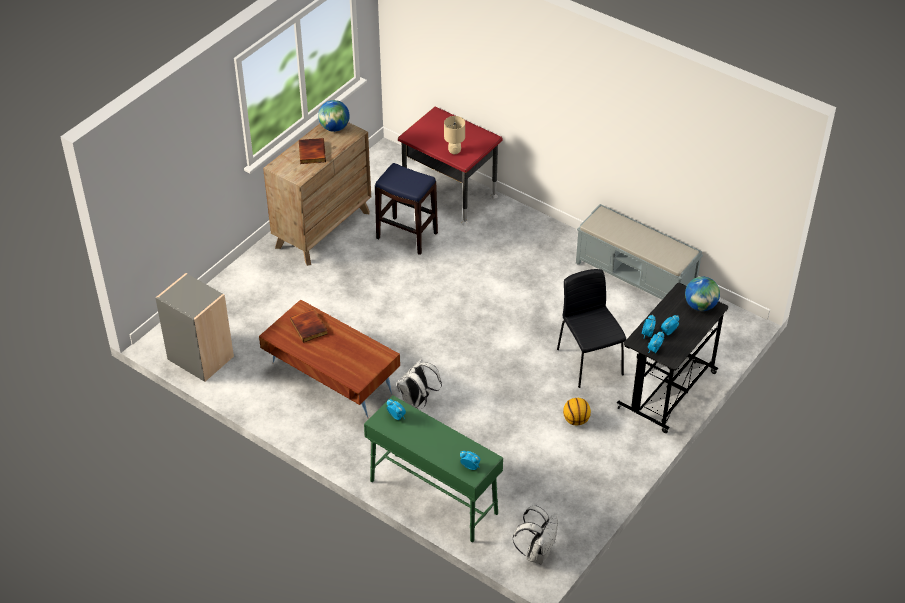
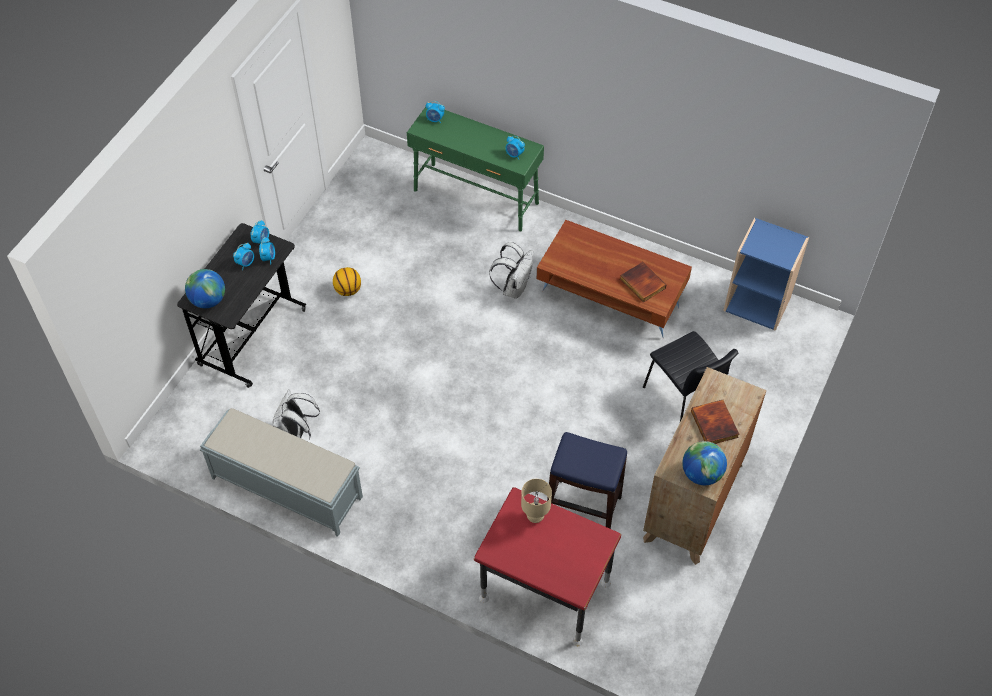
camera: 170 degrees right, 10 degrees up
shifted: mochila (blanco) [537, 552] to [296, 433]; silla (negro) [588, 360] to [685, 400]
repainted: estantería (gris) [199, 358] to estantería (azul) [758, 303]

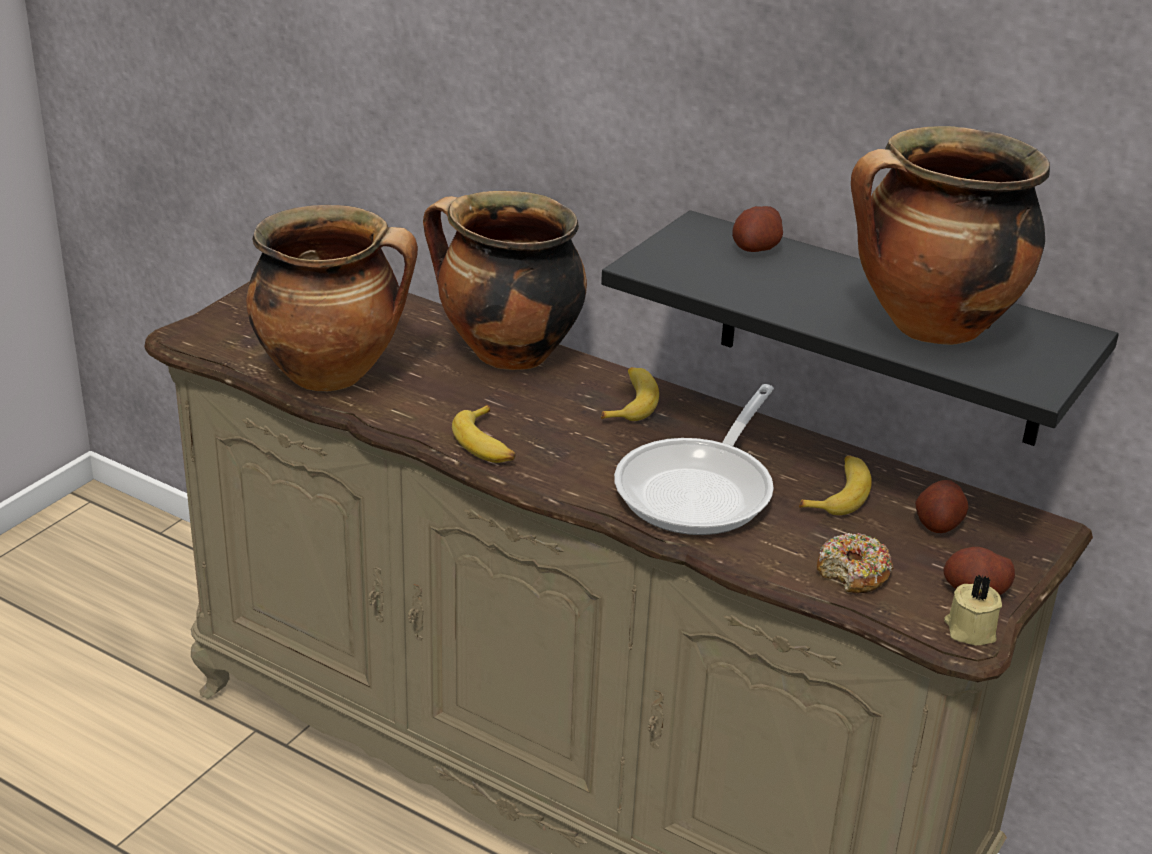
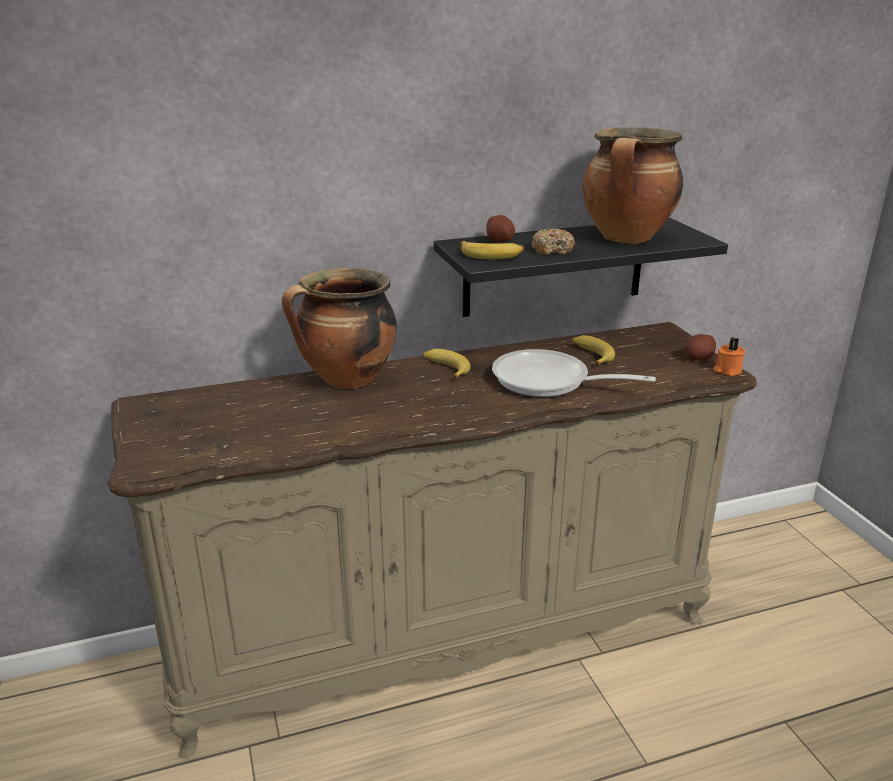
camera: 50 degrees left, 5 degrees down
gone: olla [333, 374]; patata [938, 523]
shifted: plátano [487, 444] to [491, 255]; rosquilla [853, 574] to [552, 249]
repainted: vela (beis) [969, 630] to vela (naranja) [727, 370]
rotated: sartén [701, 489] = [549, 382] 135 degrees clockwise

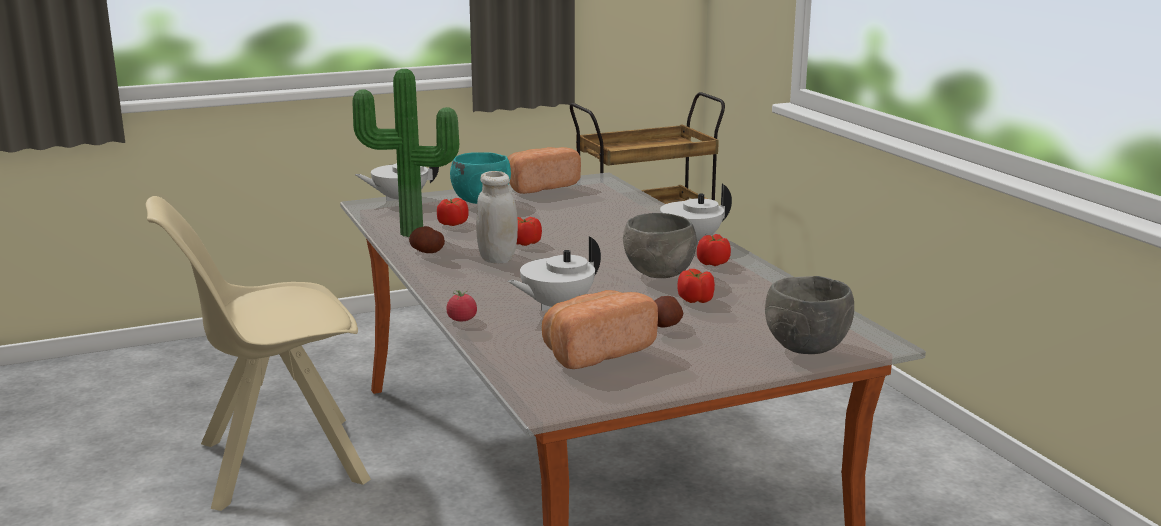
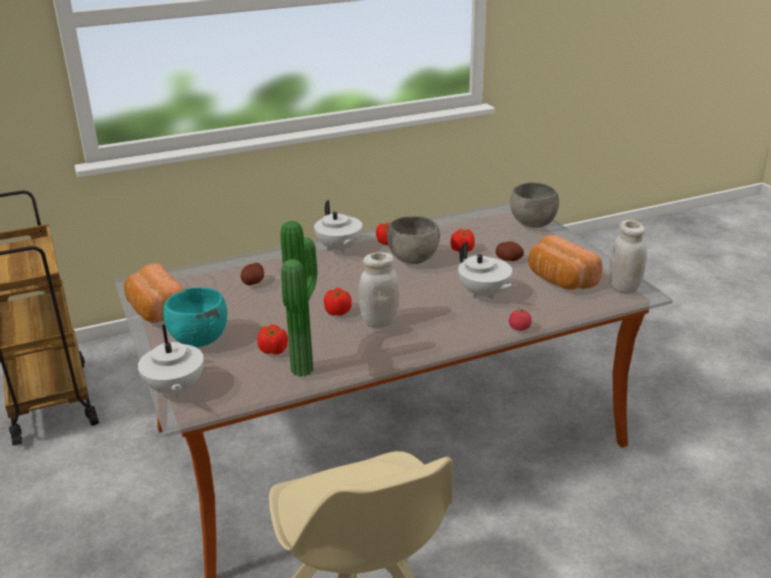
camera: 90 degrees left, 10 degrees up
new: tarro (blanco) [624, 287]
shifted: patata [427, 251] to [253, 282]

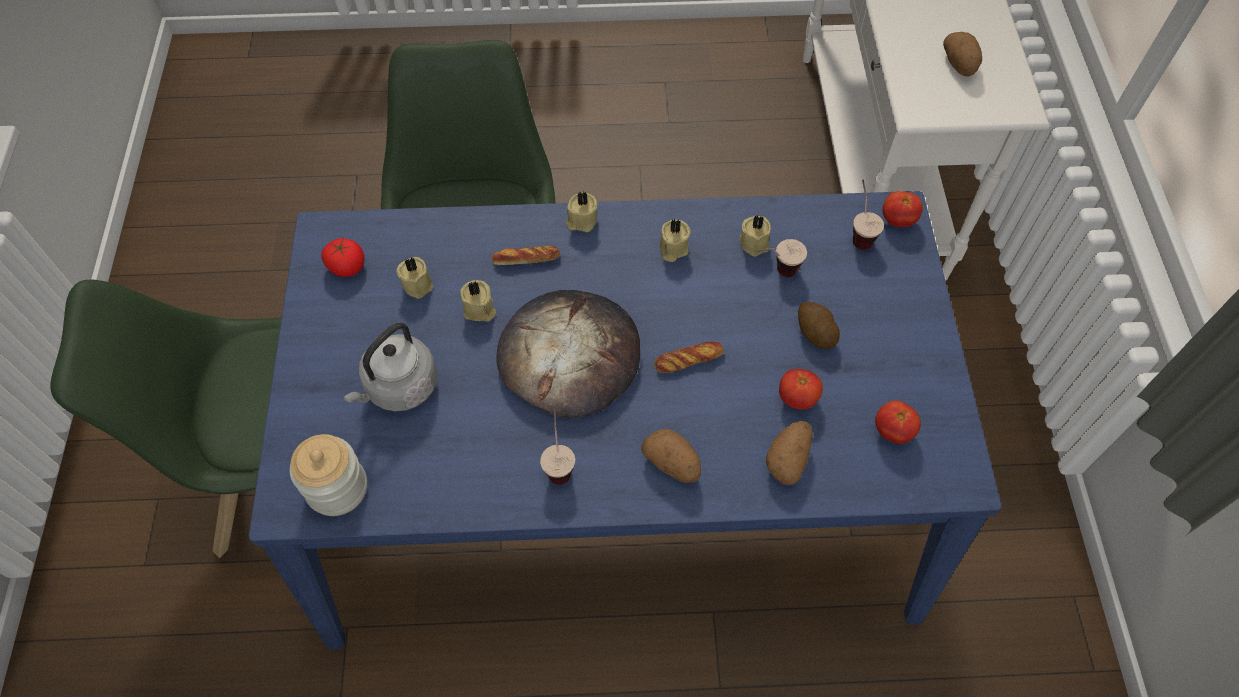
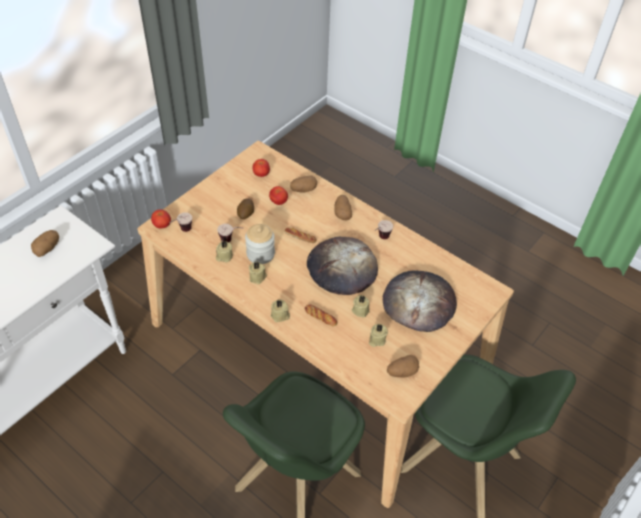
camera: 140 degrees left, 10 degrees down
shifted: tarro [337, 488] to [260, 254]
swapped: hervidor (gris) [399, 388] to pan [419, 303]; tomate [347, 266] to patata [402, 372]
repainted: mesa de comedor (azul) [619, 481] to mesa de comedor (beis) [316, 351]

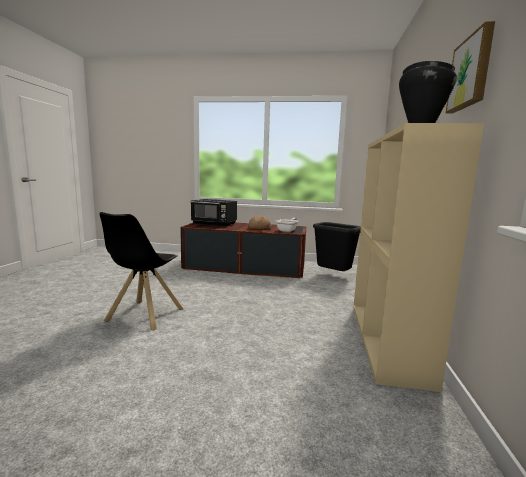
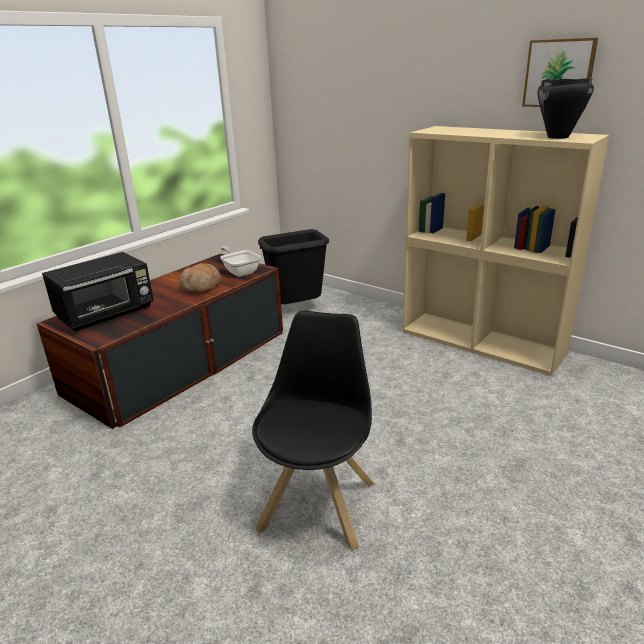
camera: 60 degrees left, 15 degrees up
rotated: silla (negro) [143, 315] = [319, 502] 120 degrees counterclockwise

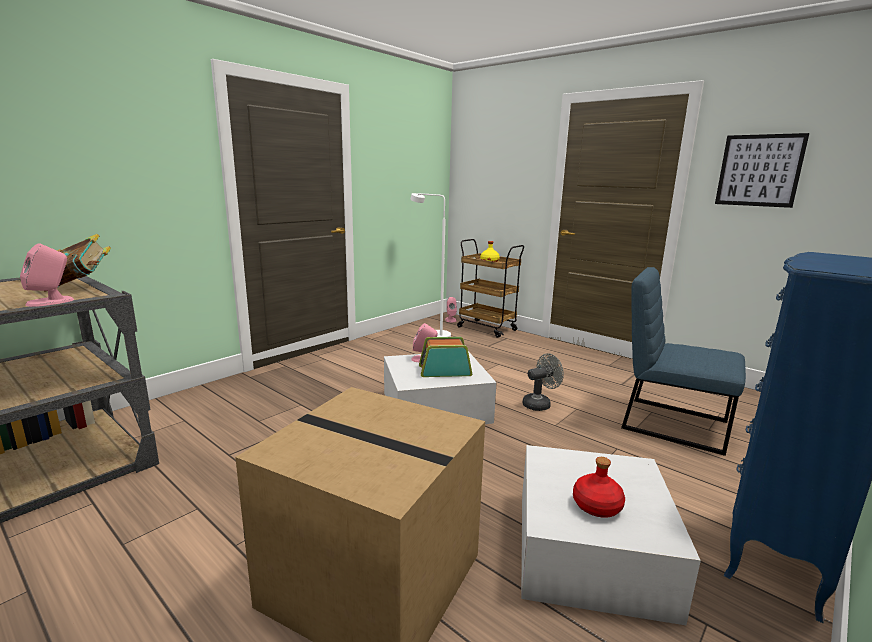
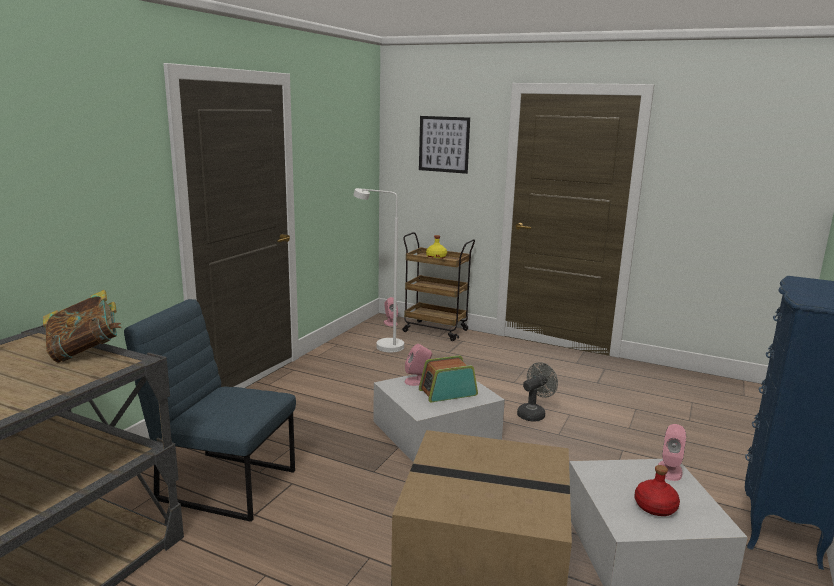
camera: 15 degrees left, 0 degrees up
shifted: silla (azul) [671, 423] to [224, 483]; cuadro [759, 170] to [444, 144]; altavoz (rosa) [51, 301] to [669, 470]

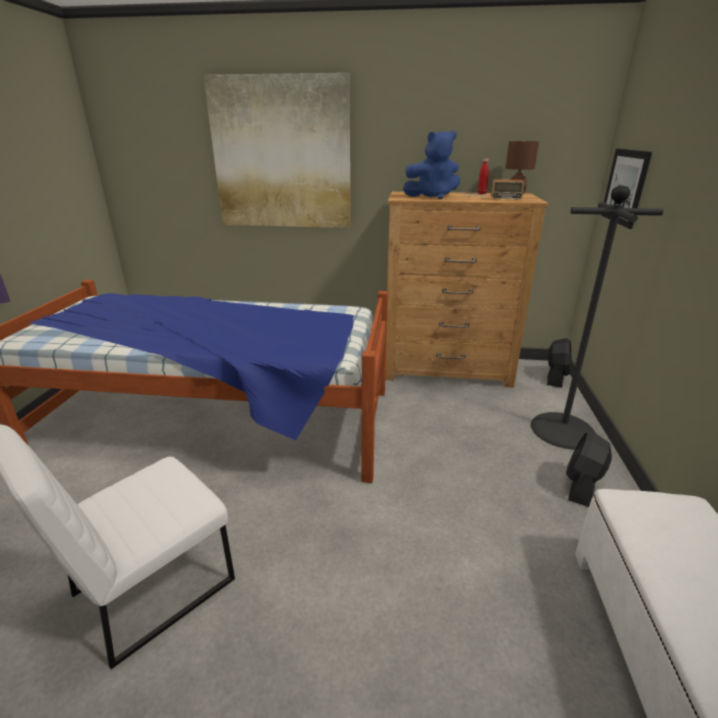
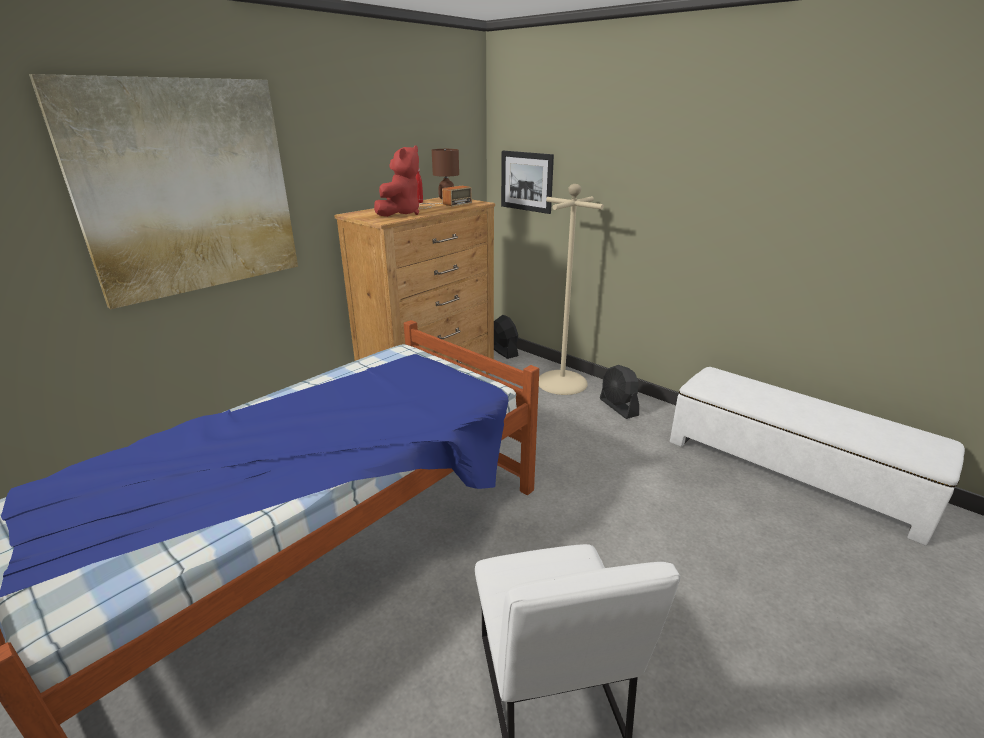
camera: 55 degrees left, 0 degrees up
repainted: peluche (azul) [432, 197] to peluche (rojo) [400, 213]; perchero (negro) [562, 430] to perchero (beis) [562, 382]

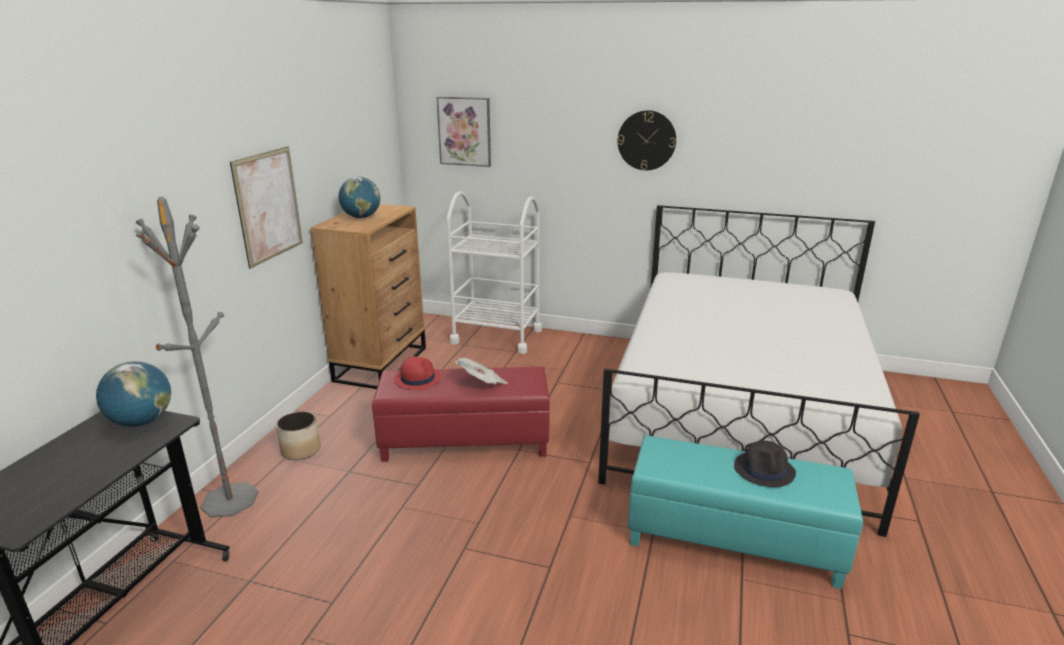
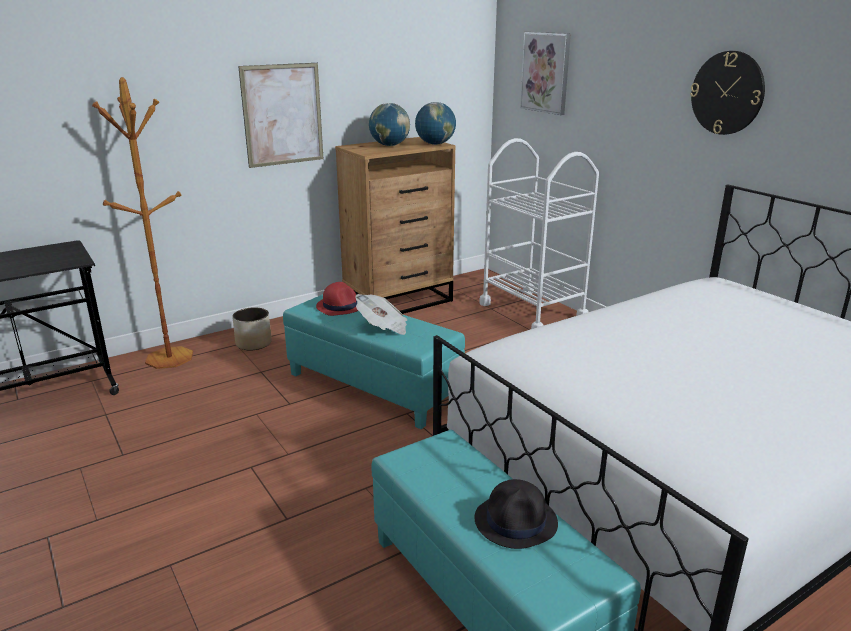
camera: 40 degrees right, 0 degrees up
shifted: globo terráqueo [142, 421] to [435, 144]
repainted: perchero (gris) [229, 499] to perchero (naranja) [169, 357]; puf (rojo) [465, 441] to puf (turquesa) [373, 387]

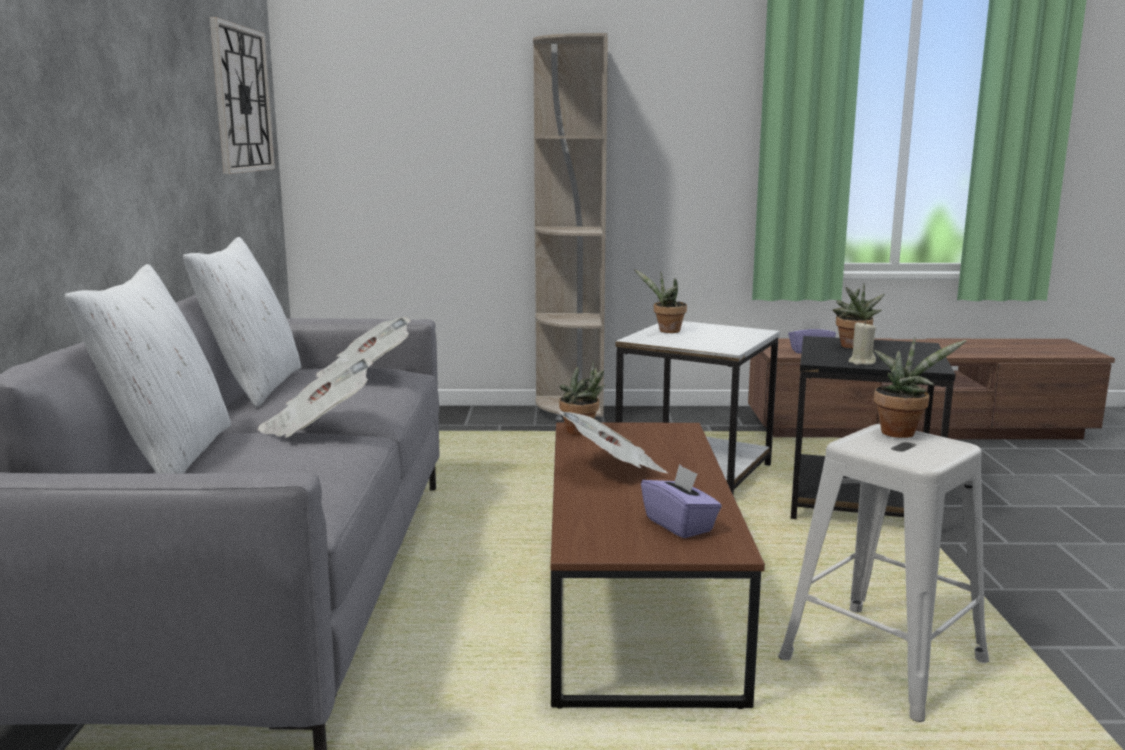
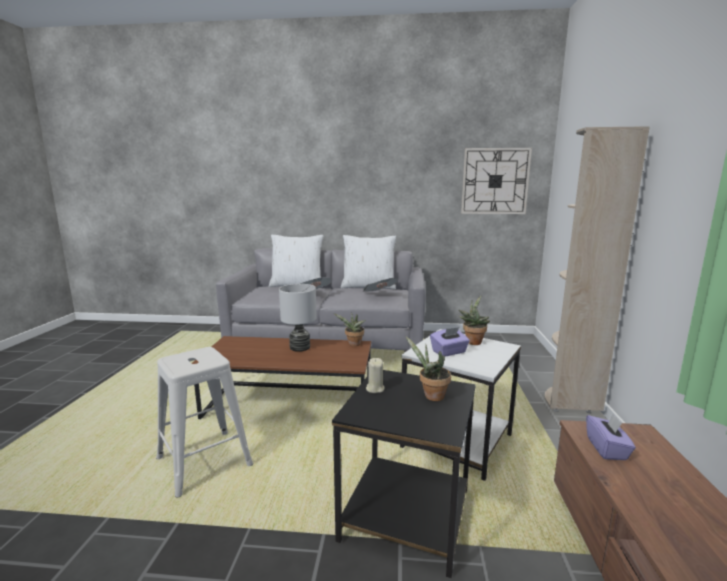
camera: 95 degrees right, 0 degrees up
gone: planta en maceta [901, 432]
shifted: caja de pañuelos (morado) [680, 525] to [449, 352]
swapped: periódico [614, 469] to lámpara de mesa (gris) [299, 347]

